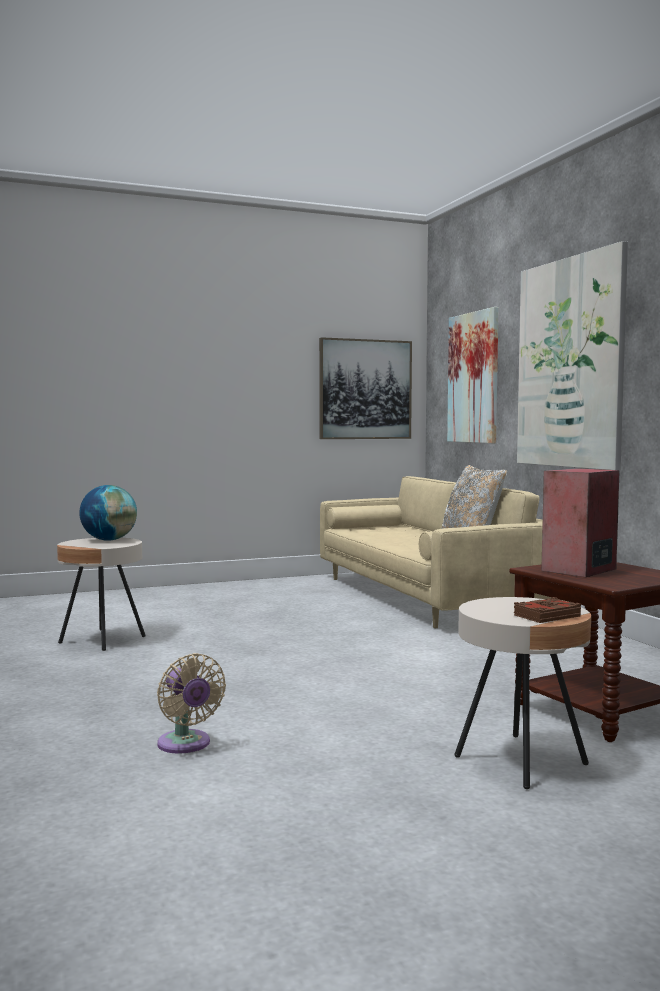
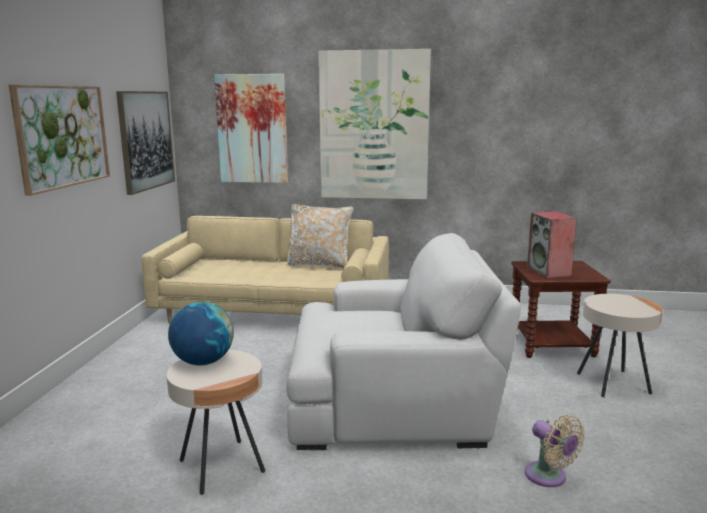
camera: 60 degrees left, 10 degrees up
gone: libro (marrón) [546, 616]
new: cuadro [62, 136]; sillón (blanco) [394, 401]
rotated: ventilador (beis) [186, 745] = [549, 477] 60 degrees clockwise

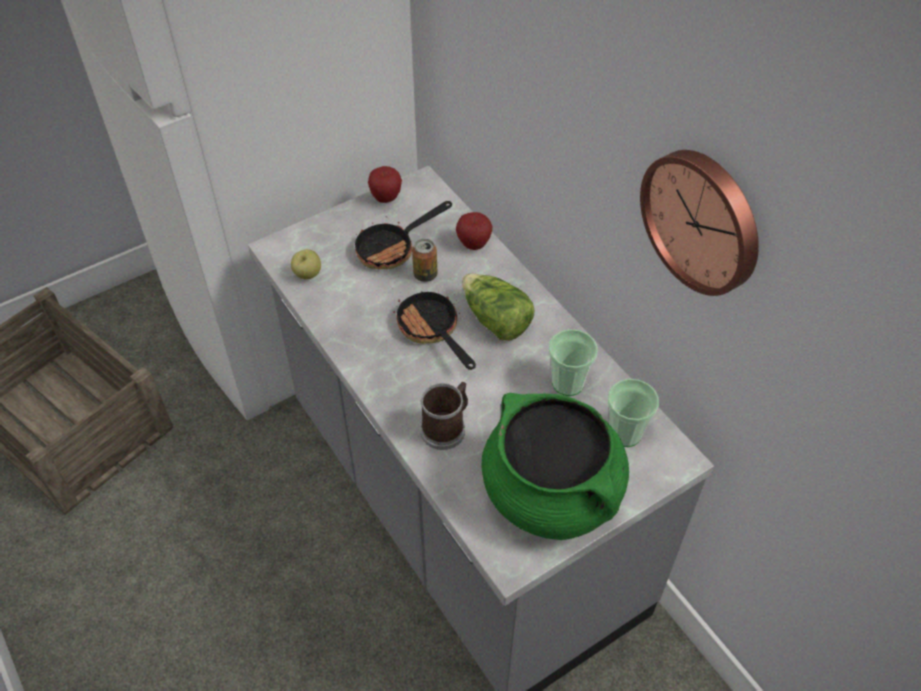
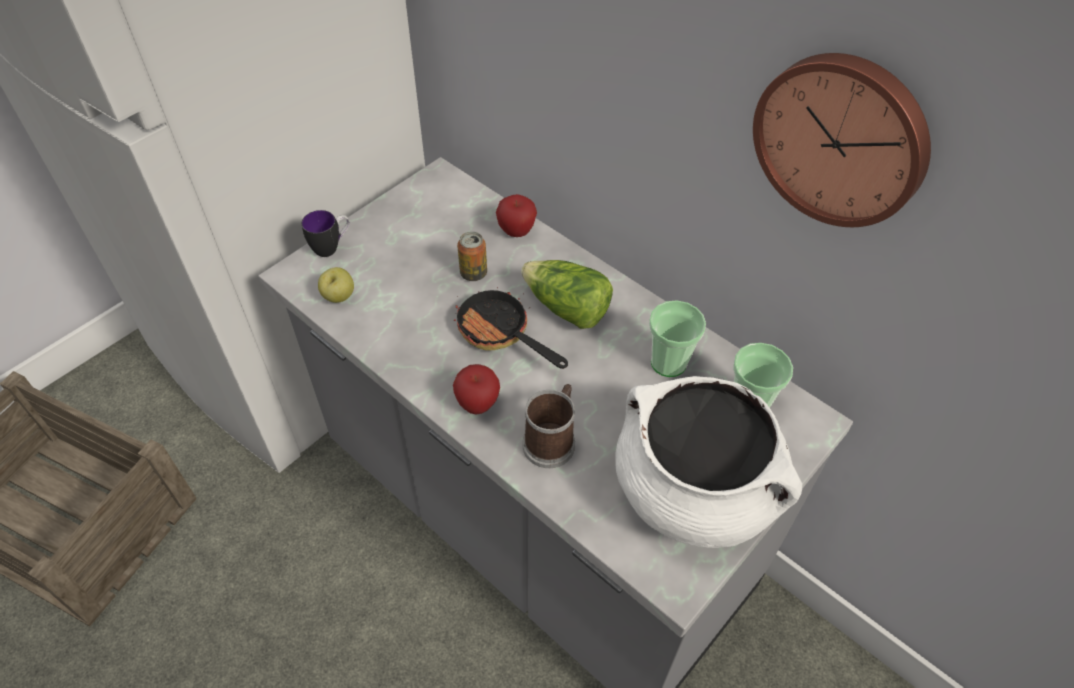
camera: 15 degrees left, 0 degrees up
gone: sartén [393, 248]
new: taza grande [332, 247]
shifted: manzana [386, 198] to [477, 404]
repainted: olla (verde) [552, 493] to olla (blanco) [694, 491]

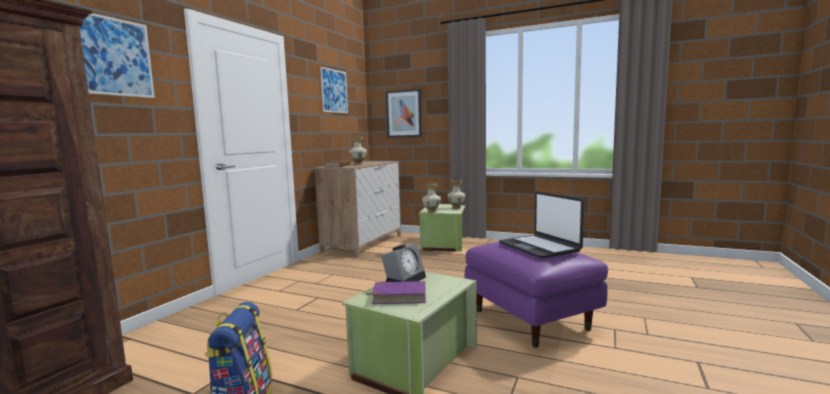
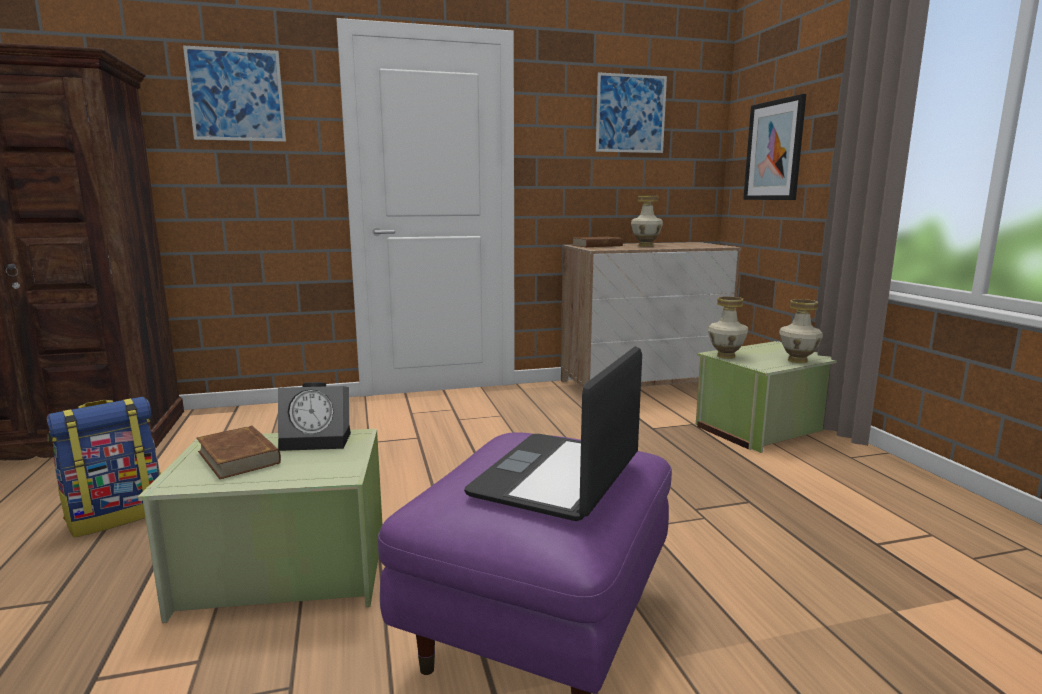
camera: 50 degrees right, 5 degrees up
repainted: libro (morado) [399, 296] to libro (marrón) [239, 457]

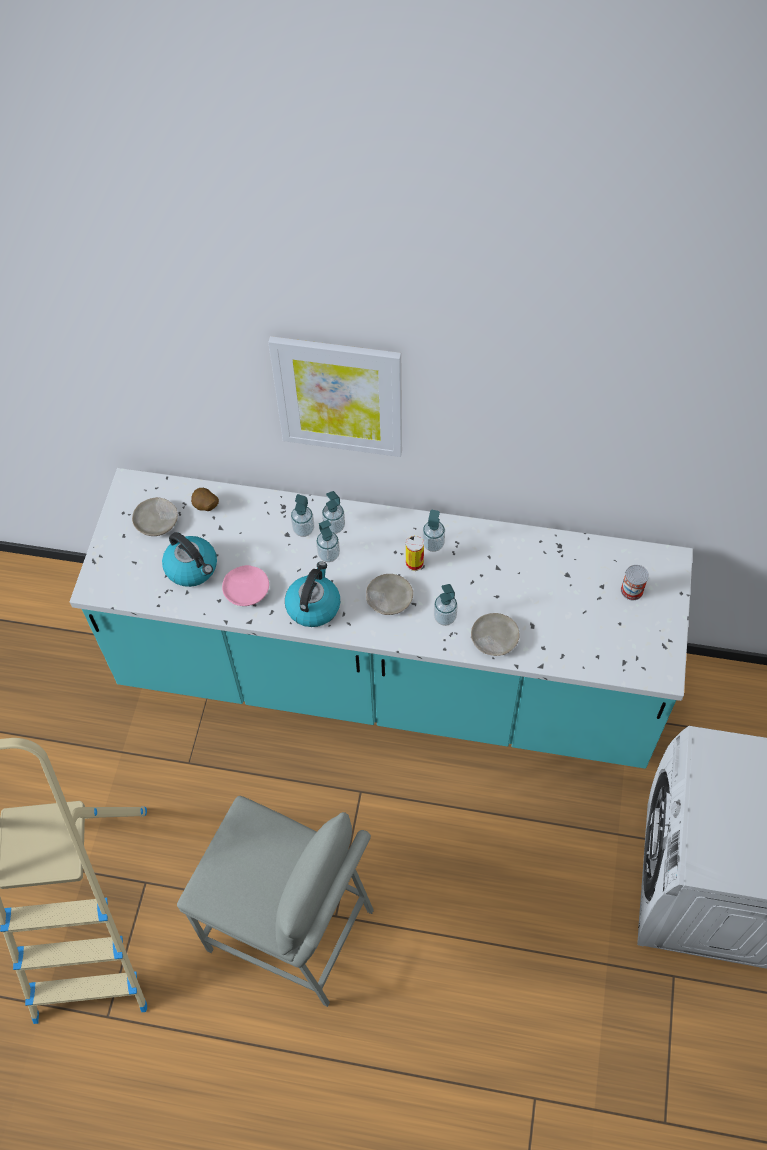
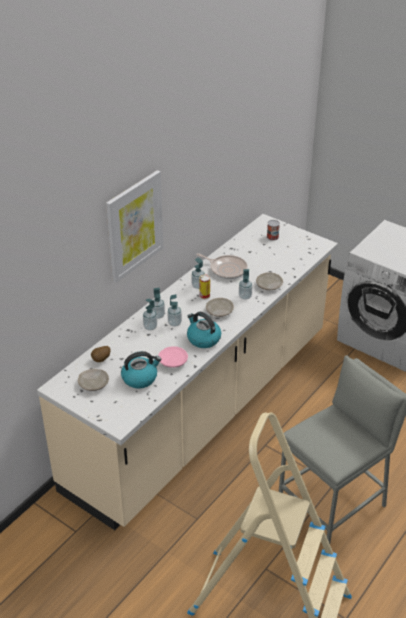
camera: 65 degrees left, 20 degrees down
new: sartén [226, 269]
repainted: mueble bajo de cocina (turquesa) [387, 678] to mueble bajo de cocina (beis) [203, 408]

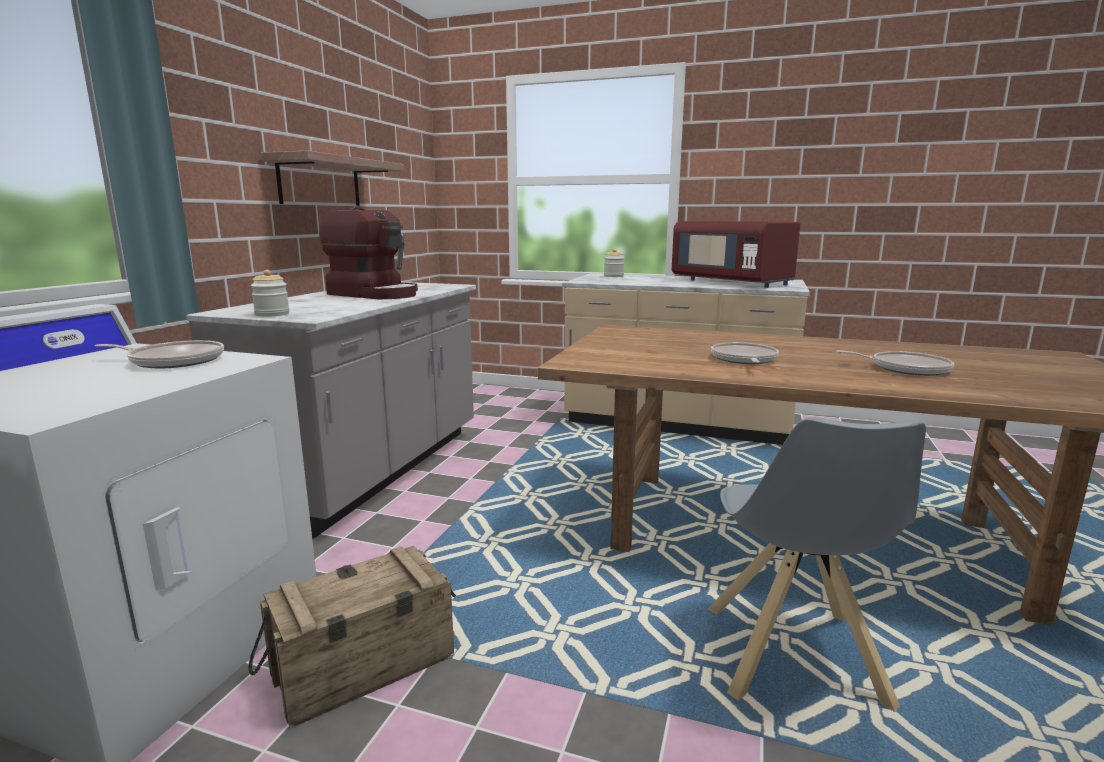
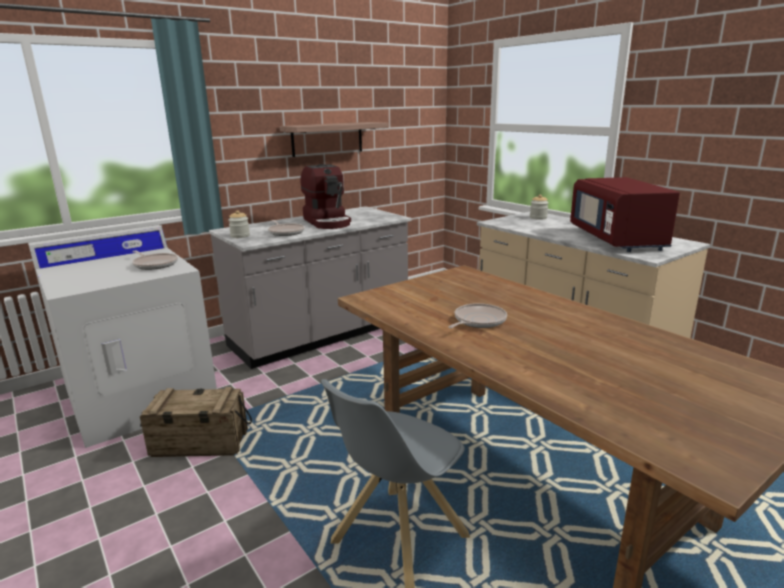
camera: 35 degrees right, 5 degrees up
shifted: sartén [905, 368] to [286, 232]

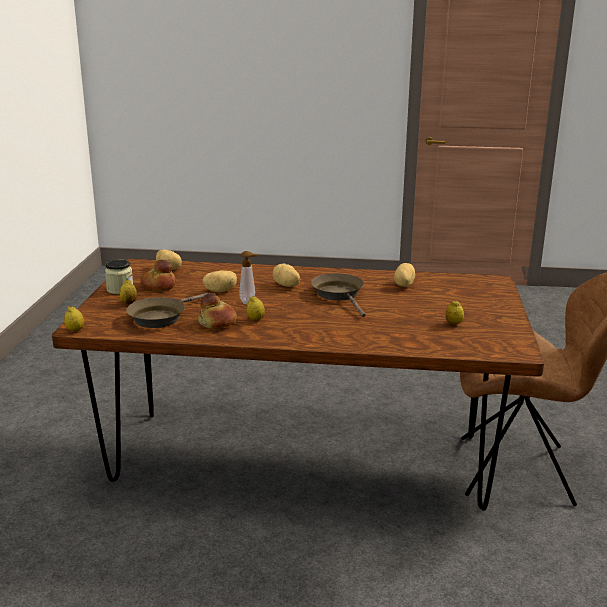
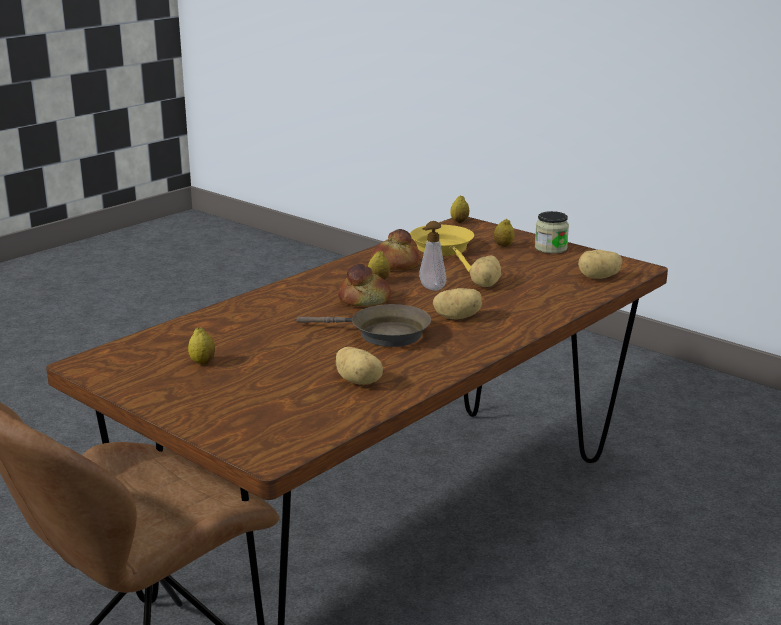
camera: 125 degrees right, 0 degrees up
shifted: pan [159, 286] to [365, 300]
repainted: sartén (marrón) [160, 317] to sartén (amarillo) [444, 250]

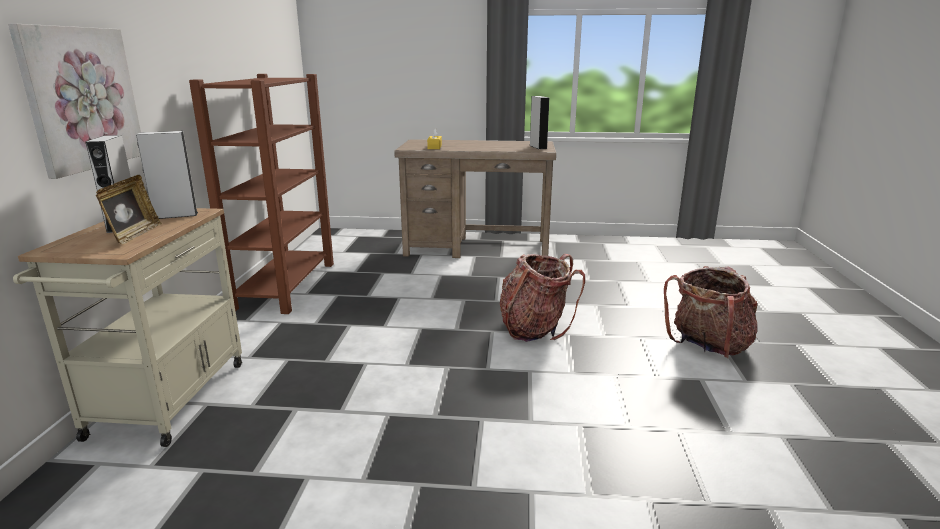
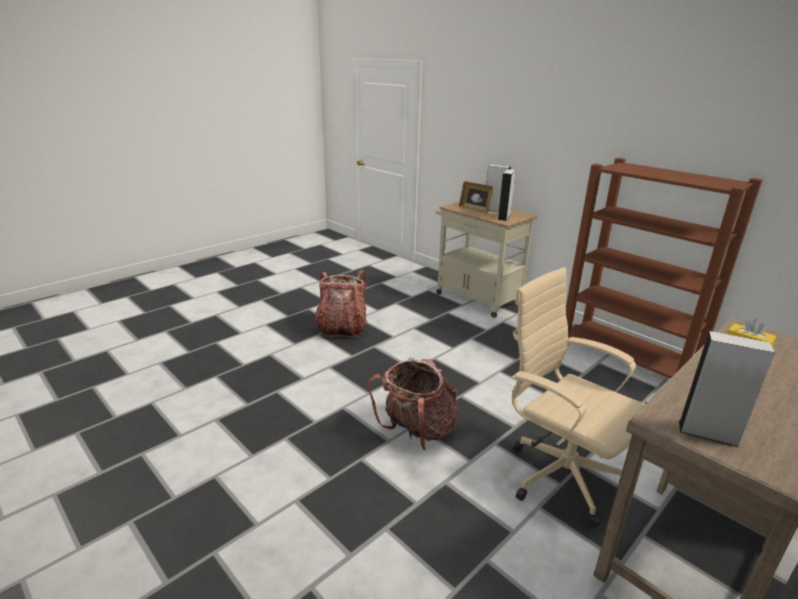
camera: 130 degrees right, 5 degrees up
gone: cuadro [81, 98]
new: silla de oficina (beis) [559, 475]
shifted: mochila [708, 346] to [341, 328]

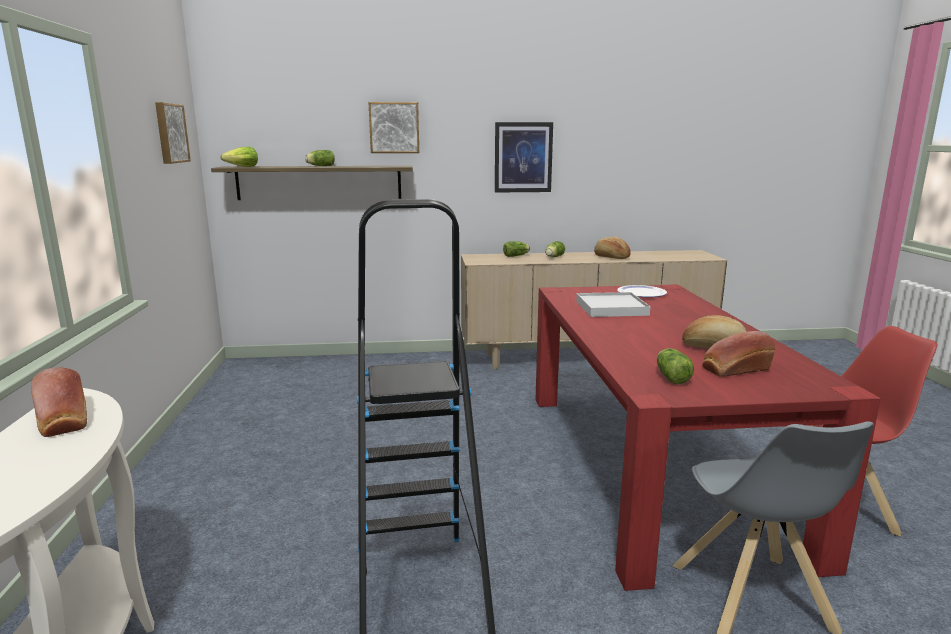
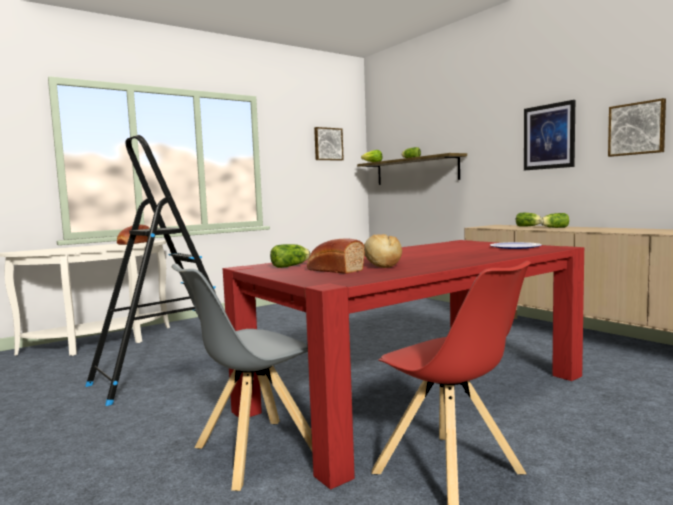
camera: 60 degrees right, 10 degrees down
gone: bandeja (blanco) [611, 308]; pan [611, 257]
shifted: cuadro [394, 128] to [637, 129]

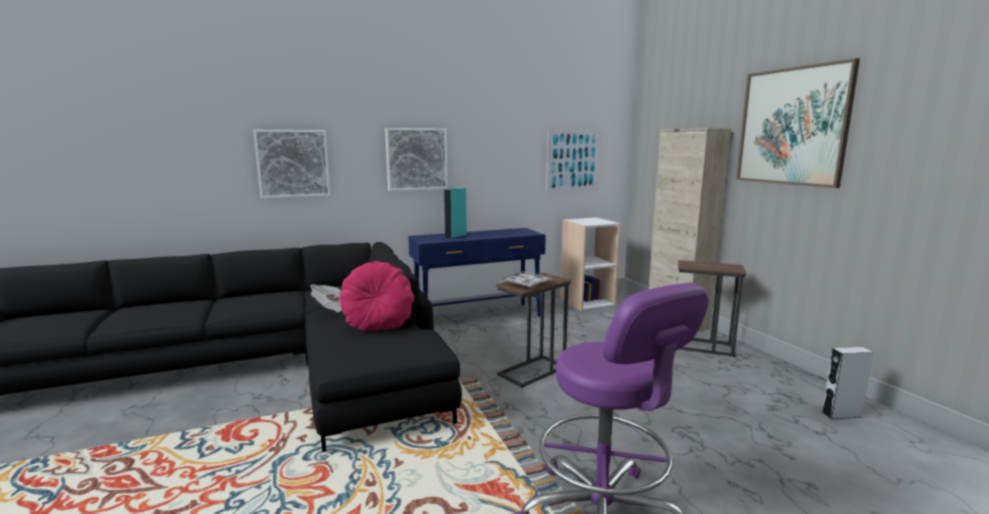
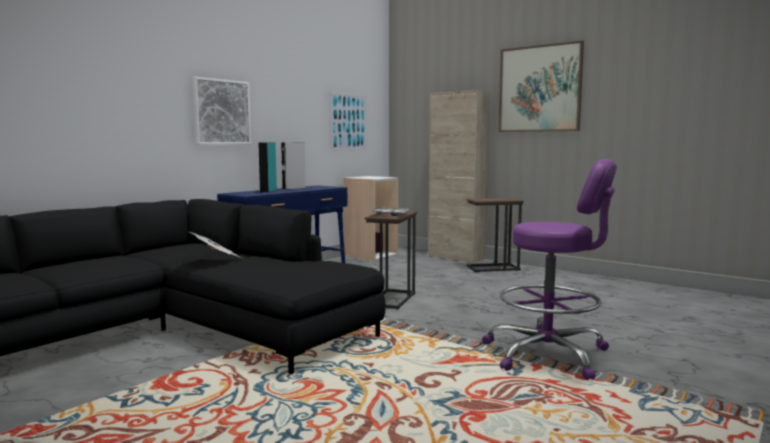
camera: 30 degrees left, 5 degrees down
gone: cuadro [293, 163]; cojín (rosa) [379, 327]
shifted: altavoz (gris) [841, 414] to [293, 188]

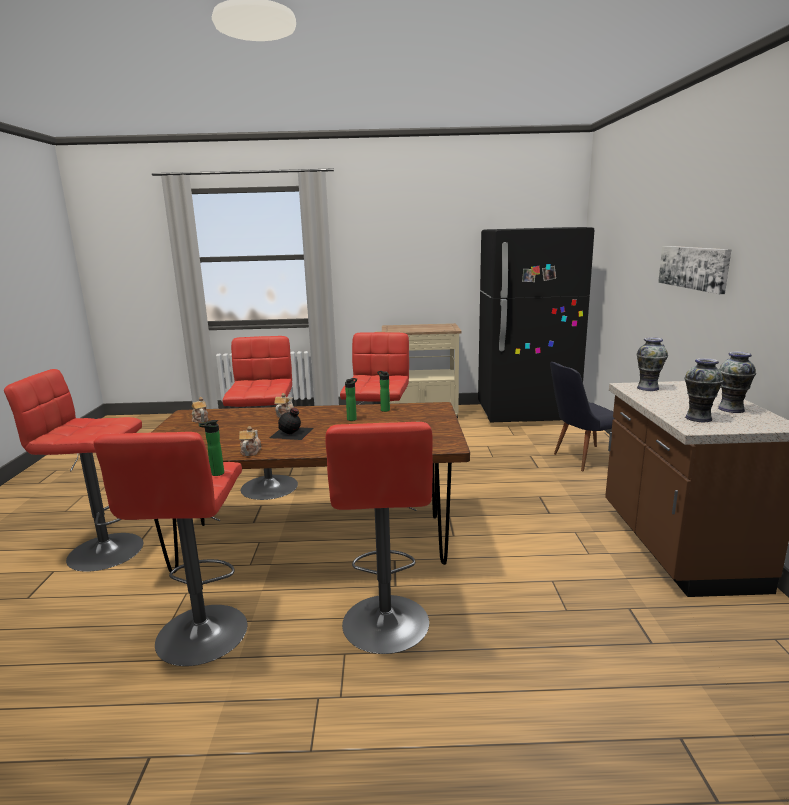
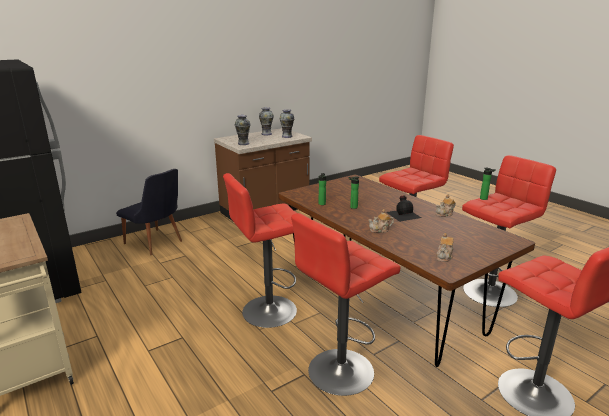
camera: 125 degrees left, 5 degrees up
gone: cuadro [693, 267]

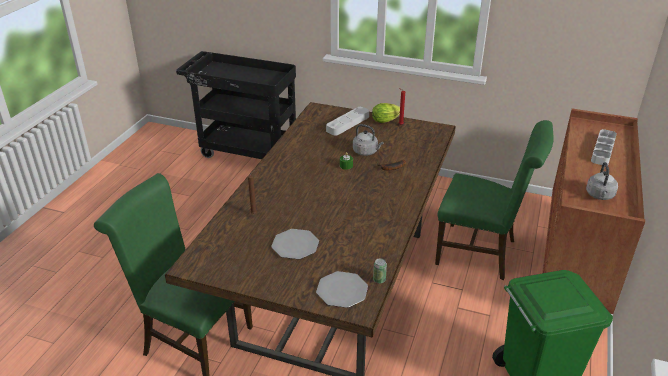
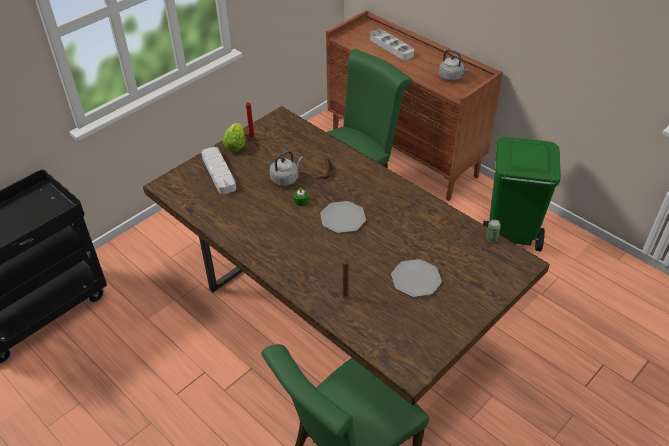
camera: 65 degrees left, 10 degrees up
shifted: plato [342, 290] to [343, 218]

